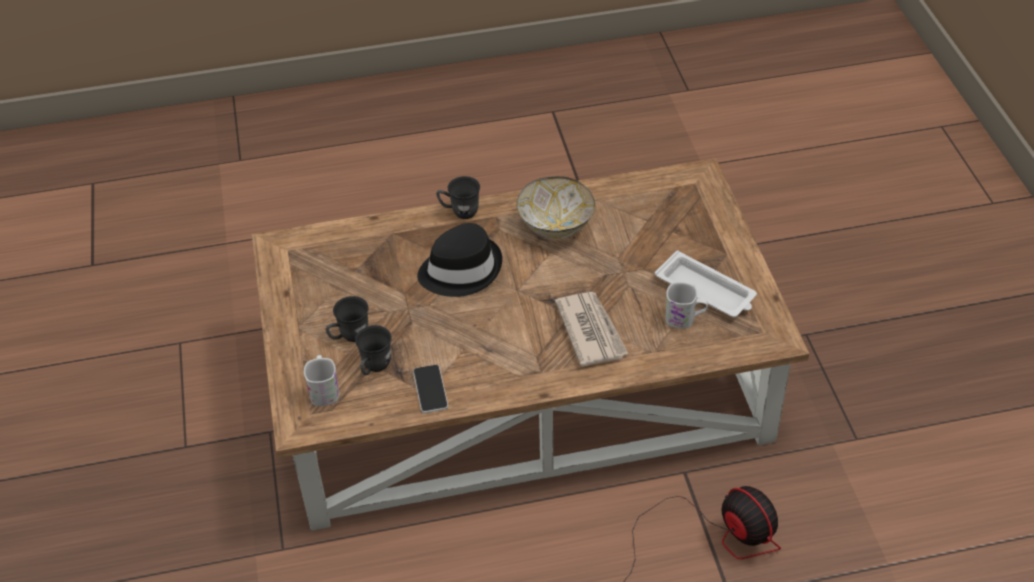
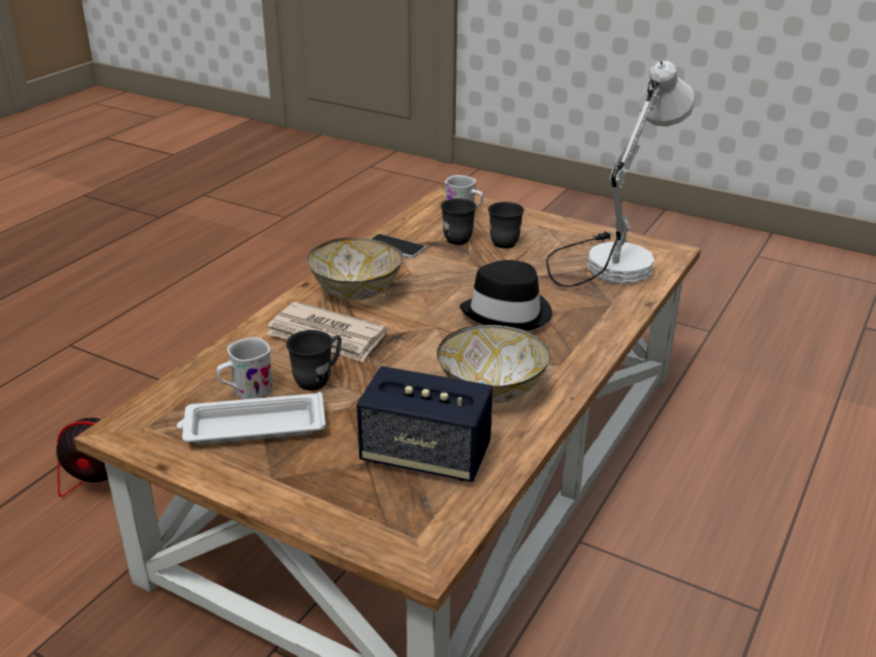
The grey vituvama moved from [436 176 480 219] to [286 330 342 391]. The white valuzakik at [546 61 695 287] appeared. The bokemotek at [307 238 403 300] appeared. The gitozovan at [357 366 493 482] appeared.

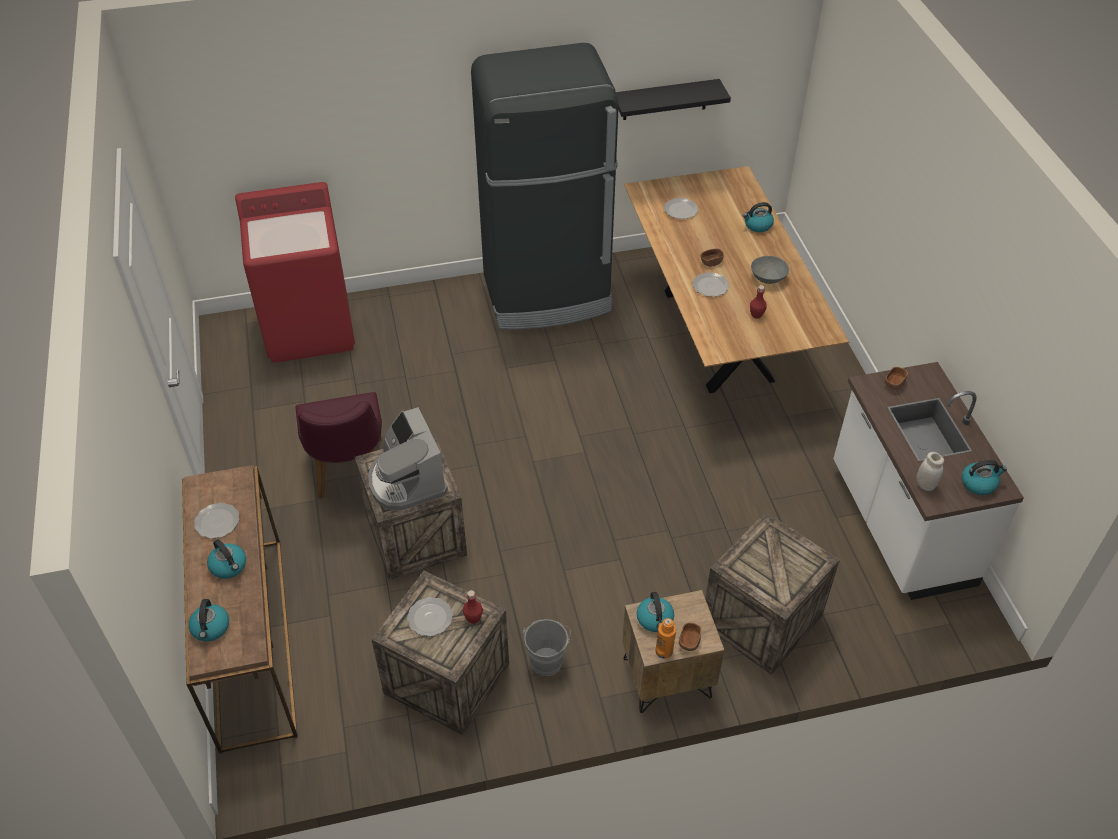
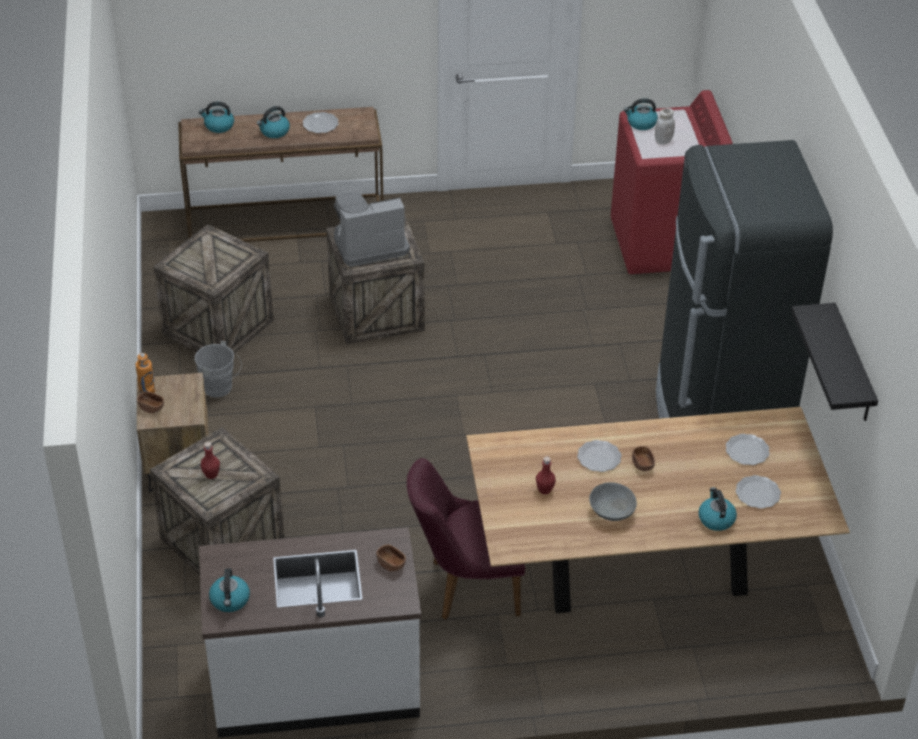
The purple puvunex moved from [295 392 382 499] to [407 458 525 620]. The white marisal moved from [917 452 944 491] to [655 108 675 145]. The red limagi moved from [462 590 483 624] to [200 442 220 479]. The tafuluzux moved from [637 592 674 632] to [624 98 658 130]. The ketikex moved from [407 597 453 636] to [735 475 781 509].

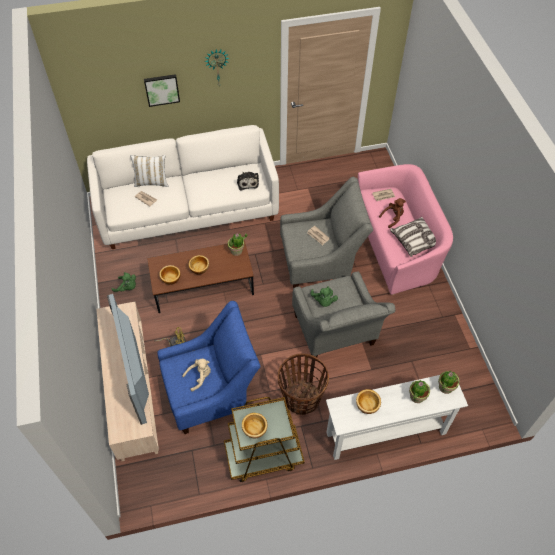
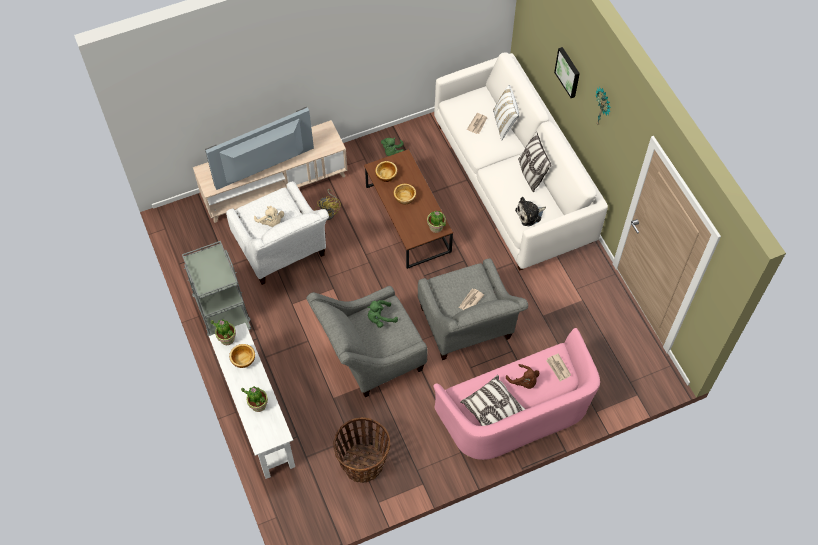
The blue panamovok at [157 301 261 434] became the white panamovok at [226 181 329 285]. The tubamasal moved from [278 353 329 415] to [333 417 390 483]. The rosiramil moved from [438 371 460 394] to [210 319 236 345]. The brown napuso at [224 397 305 482] became the grey napuso at [182 241 251 336]. The bokemotek at [242 413 267 438] disappeared. The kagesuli at [518 131 551 192] appeared.

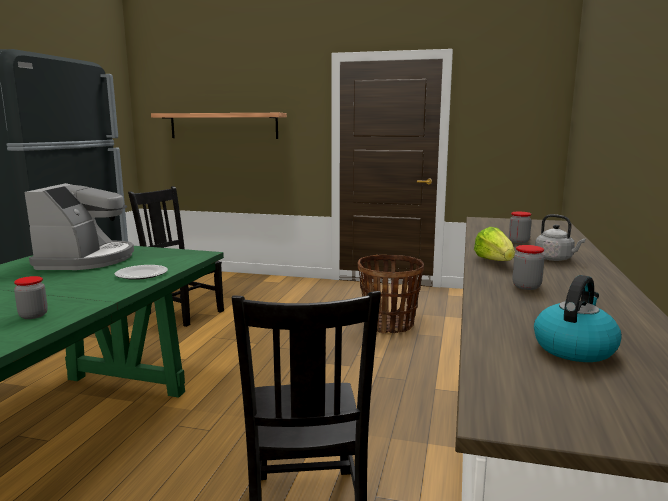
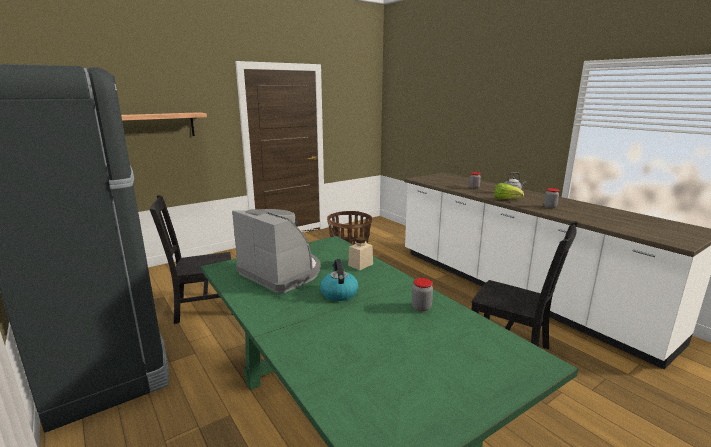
The ketikex at [114 265 168 280] was replaced by the beige marisal at [348 237 373 270]. The tafuluzux moved from [534 275 622 362] to [320 259 358 301].

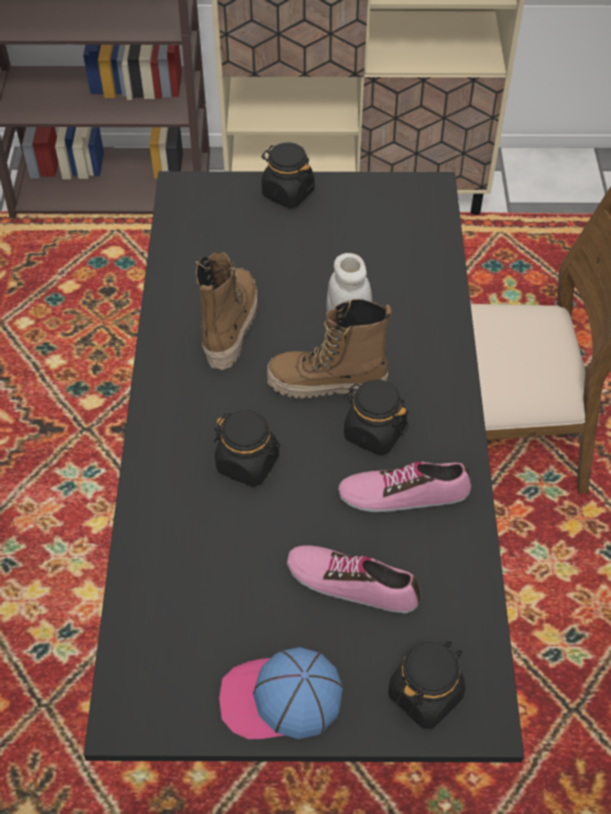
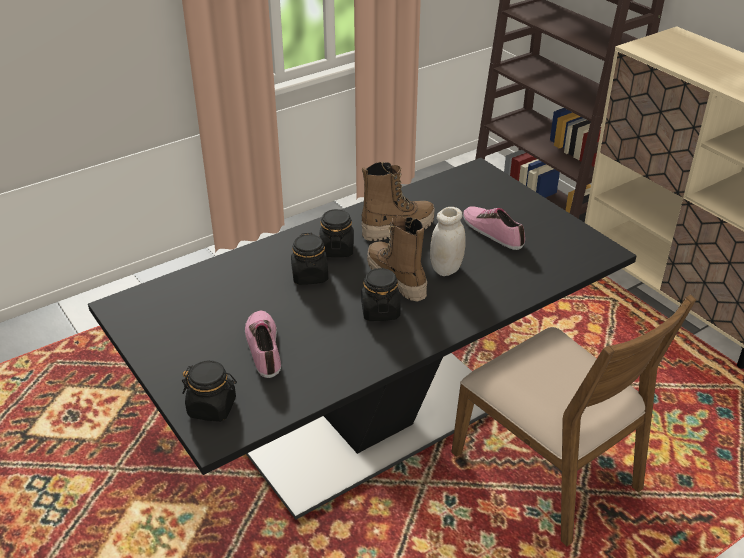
The black marisal moved from [261 142 315 208] to [319 209 354 257]. The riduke moved from [338 461 471 512] to [463 207 525 250]. The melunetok at [219 647 343 739] disappeared.

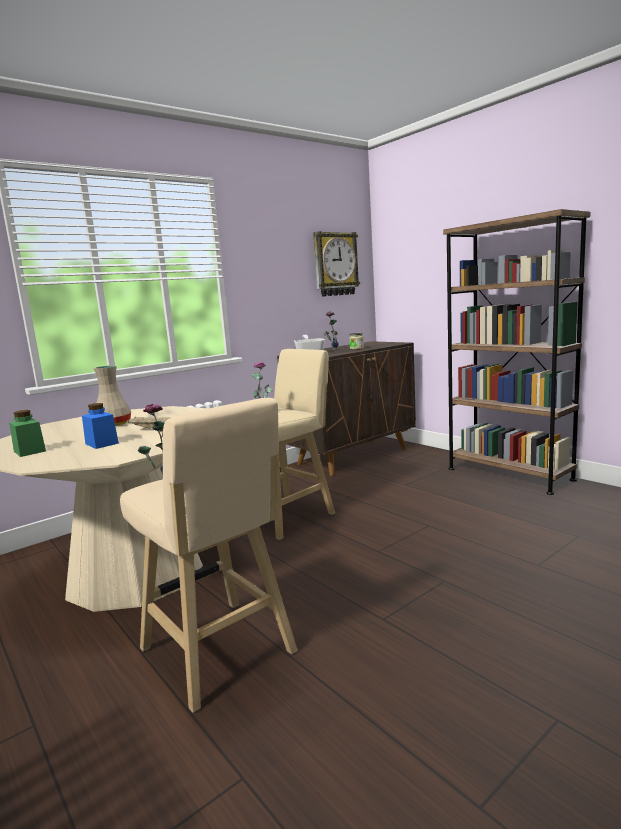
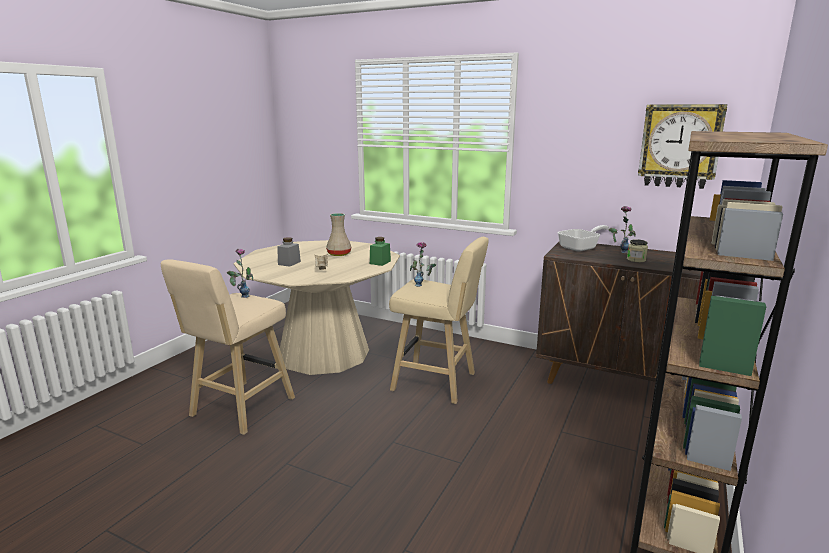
The blue marisal at [82 403 119 449] became the grey marisal at [277 237 301 267]. The green marisal moved from [9 410 46 457] to [370 237 391 266].

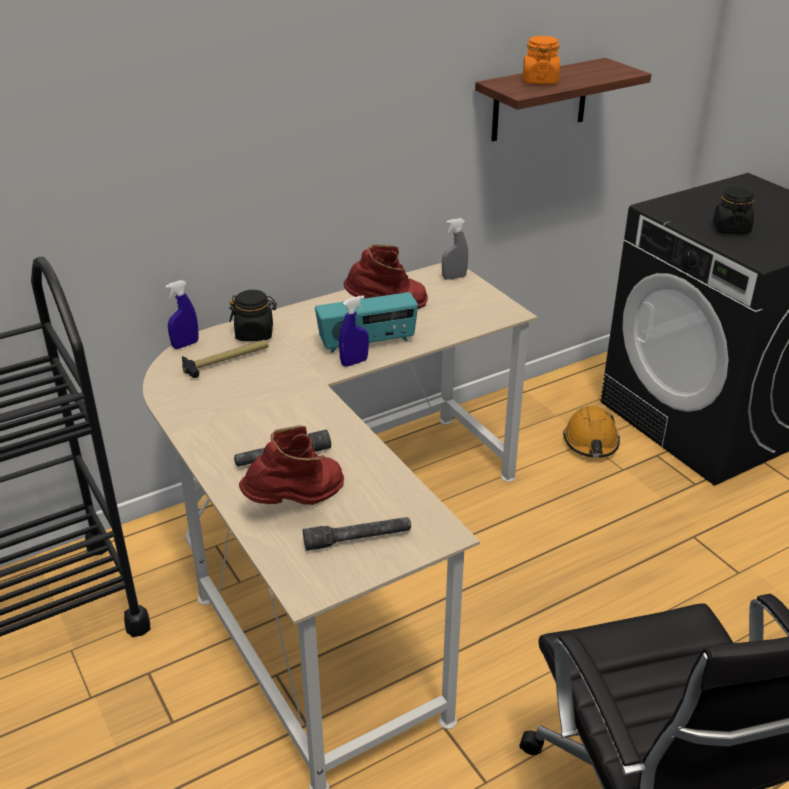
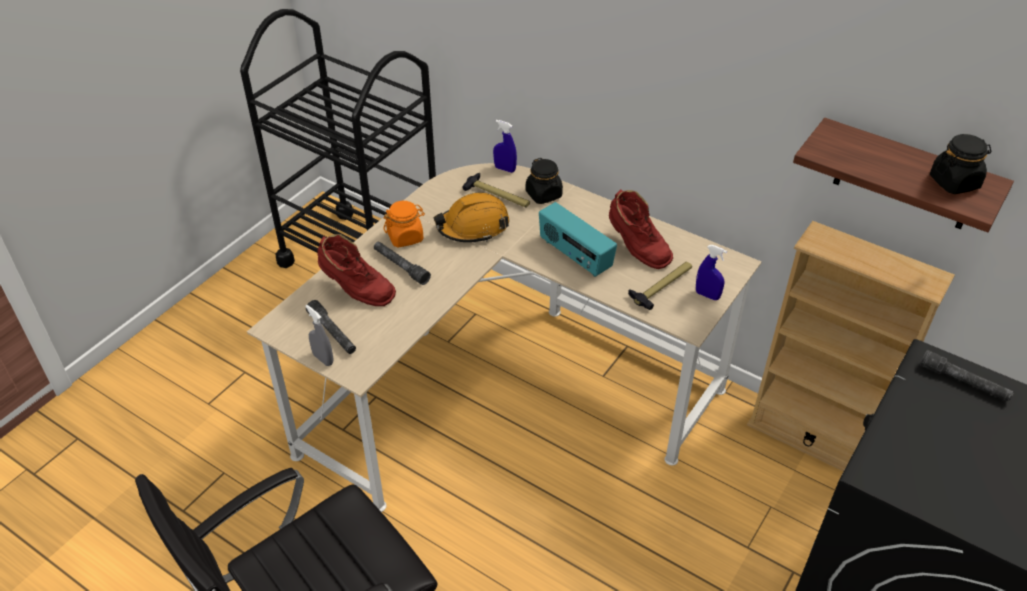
The orange marisal moved from [523 36 560 85] to [384 201 425 248]. The black marisal moved from [713 187 754 234] to [930 134 991 194]. The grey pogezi moved from [442 218 468 280] to [305 305 333 366]. The blue pogezi moved from [339 295 369 367] to [696 245 727 300]. The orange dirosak moved from [563 406 620 458] to [434 193 509 242]. The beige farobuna at [747 221 955 472] appeared. The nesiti at [628 262 692 310] appeared. The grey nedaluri at [920 350 1013 401] appeared.

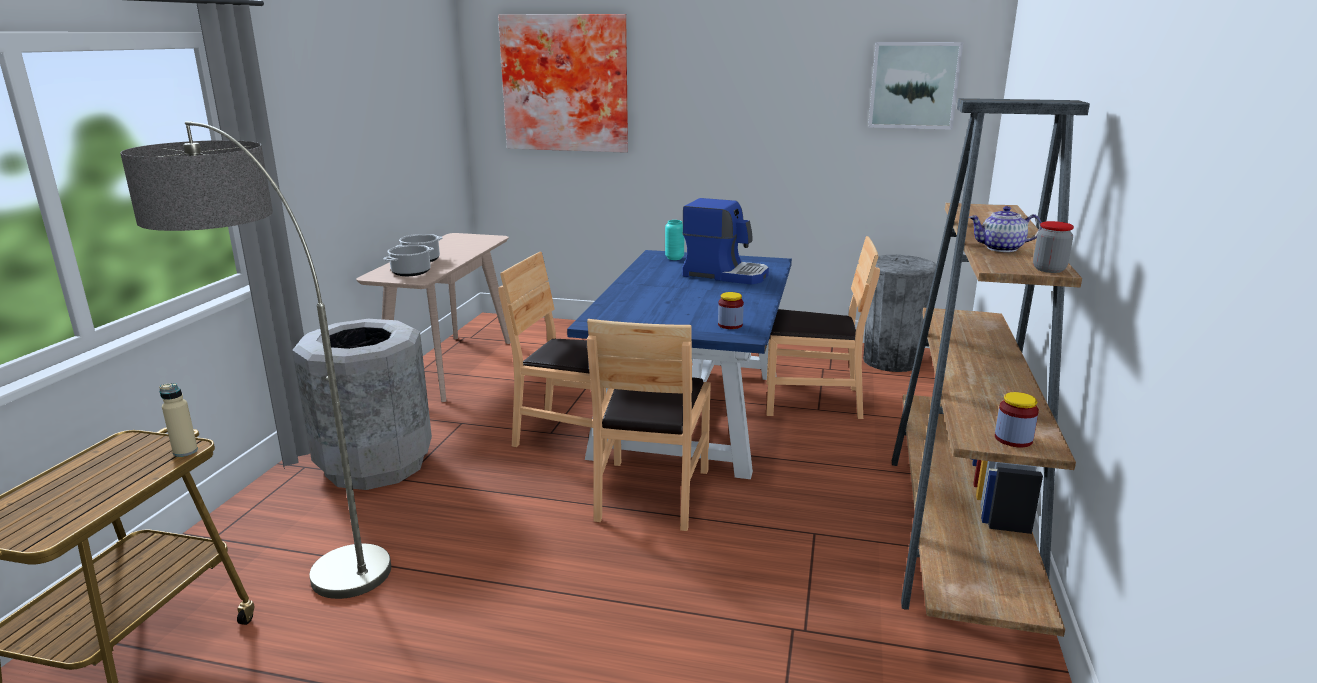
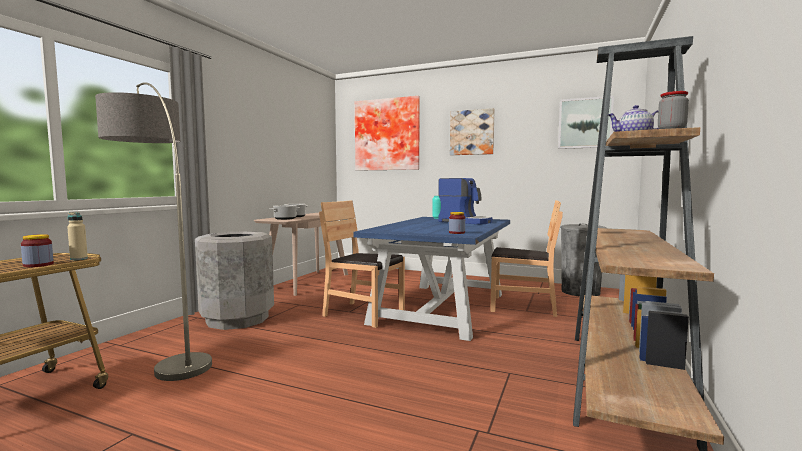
The brown puvunex at [587 319 711 531] disappeared. The marisal moved from [995 392 1039 447] to [21 234 54 267]. The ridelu at [450 108 495 155] appeared.

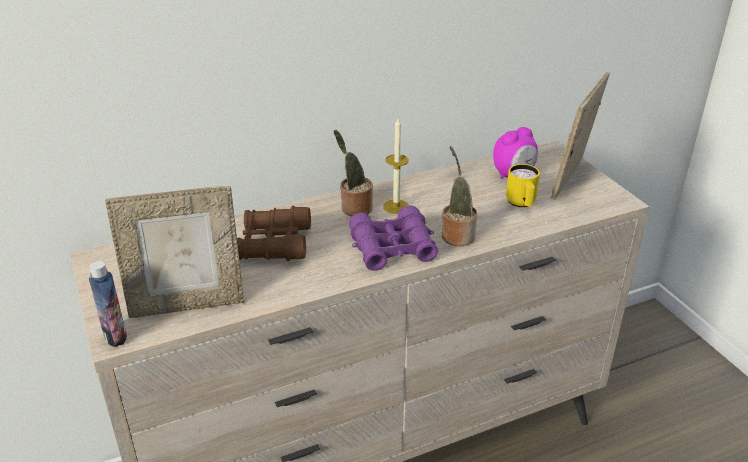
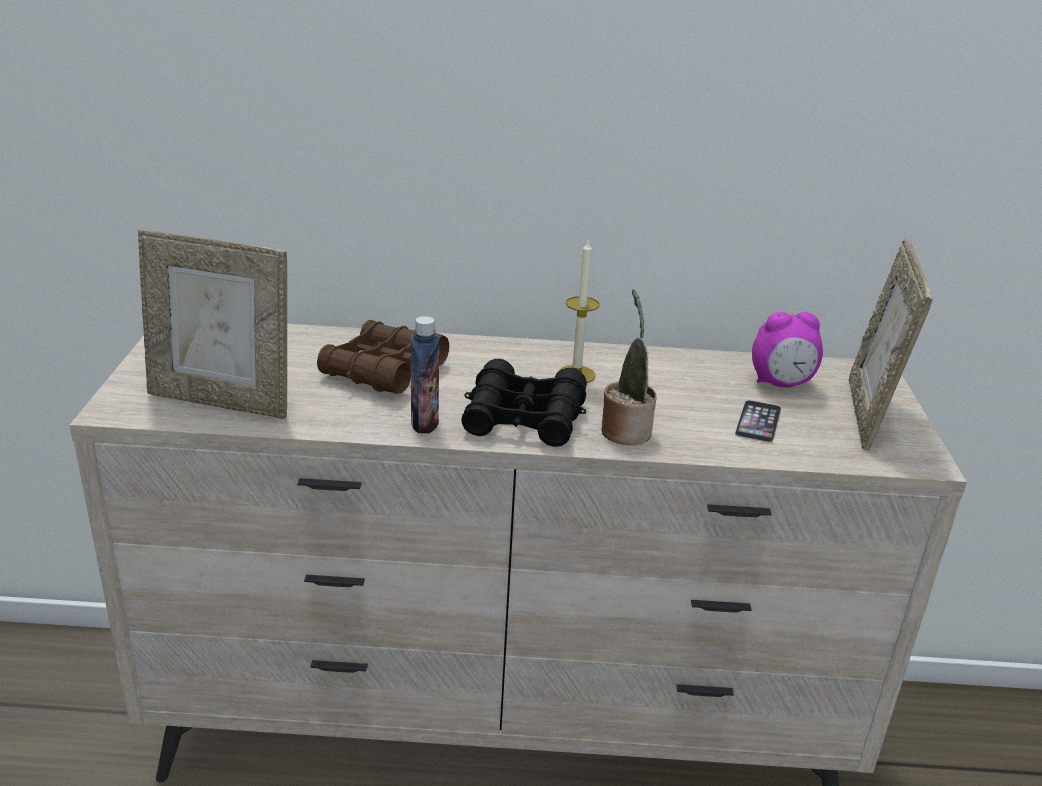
The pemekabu at [551 72 610 200] turned 45 degrees counterclockwise. The rosiramil at [333 130 373 217] disappeared. The yellow vituvama at [506 164 540 208] was replaced by the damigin at [735 400 781 443]. The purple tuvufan at [349 205 438 271] became the black tuvufan at [461 359 587 447]. The limagi moved from [89 261 127 347] to [411 316 439 433].

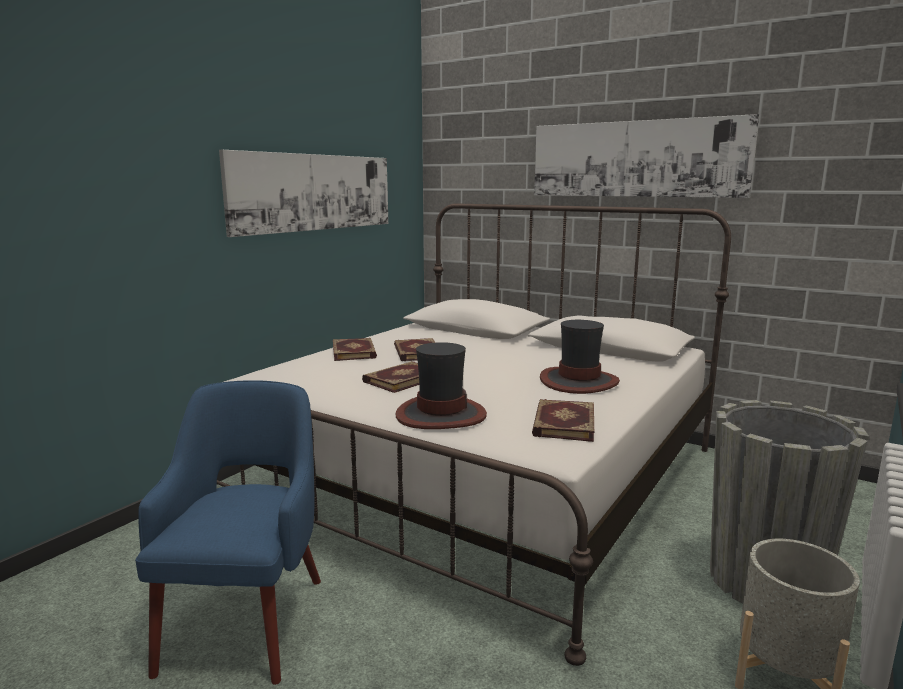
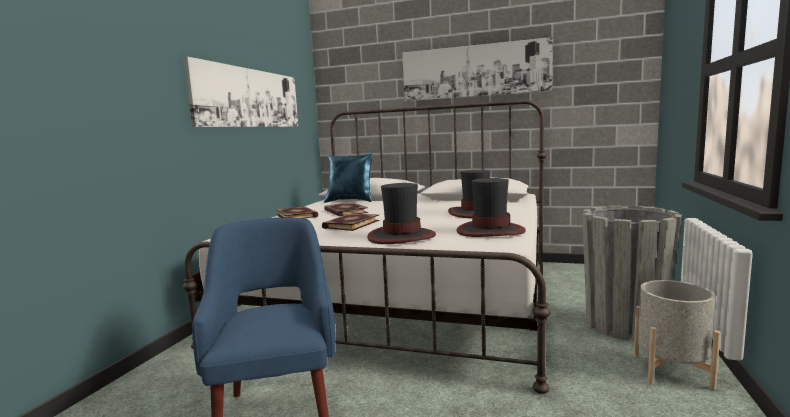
The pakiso at [532 399 594 442] was replaced by the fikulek at [456 178 526 237]. The blue kagesuli at [324 153 373 203] appeared.

